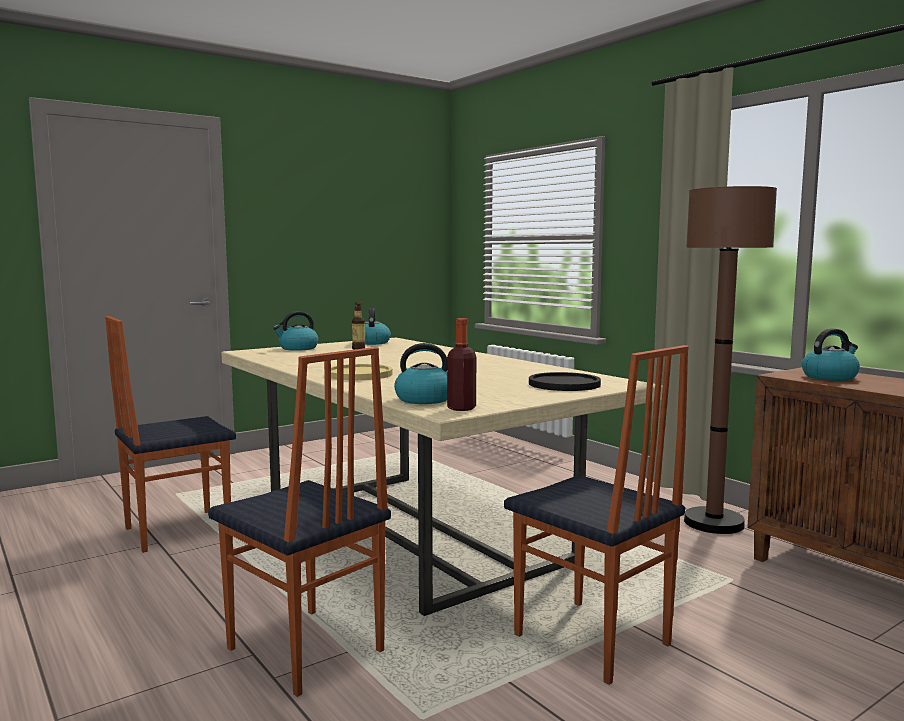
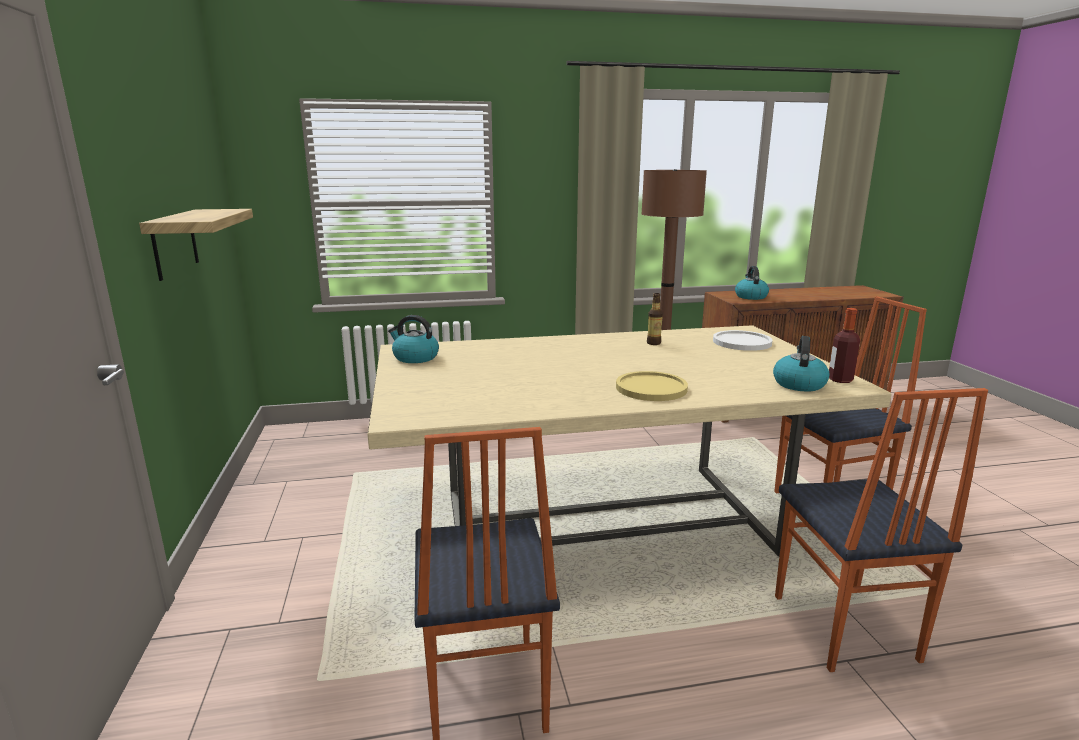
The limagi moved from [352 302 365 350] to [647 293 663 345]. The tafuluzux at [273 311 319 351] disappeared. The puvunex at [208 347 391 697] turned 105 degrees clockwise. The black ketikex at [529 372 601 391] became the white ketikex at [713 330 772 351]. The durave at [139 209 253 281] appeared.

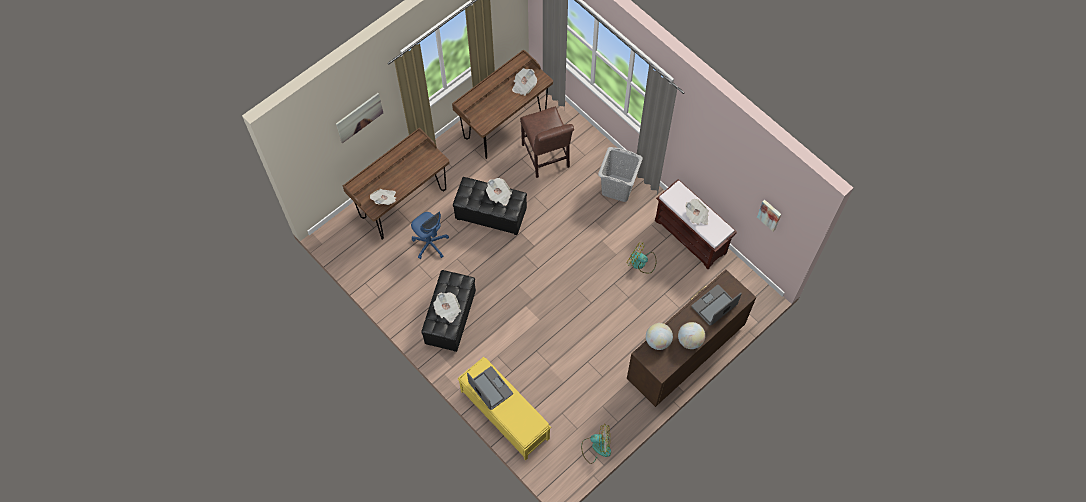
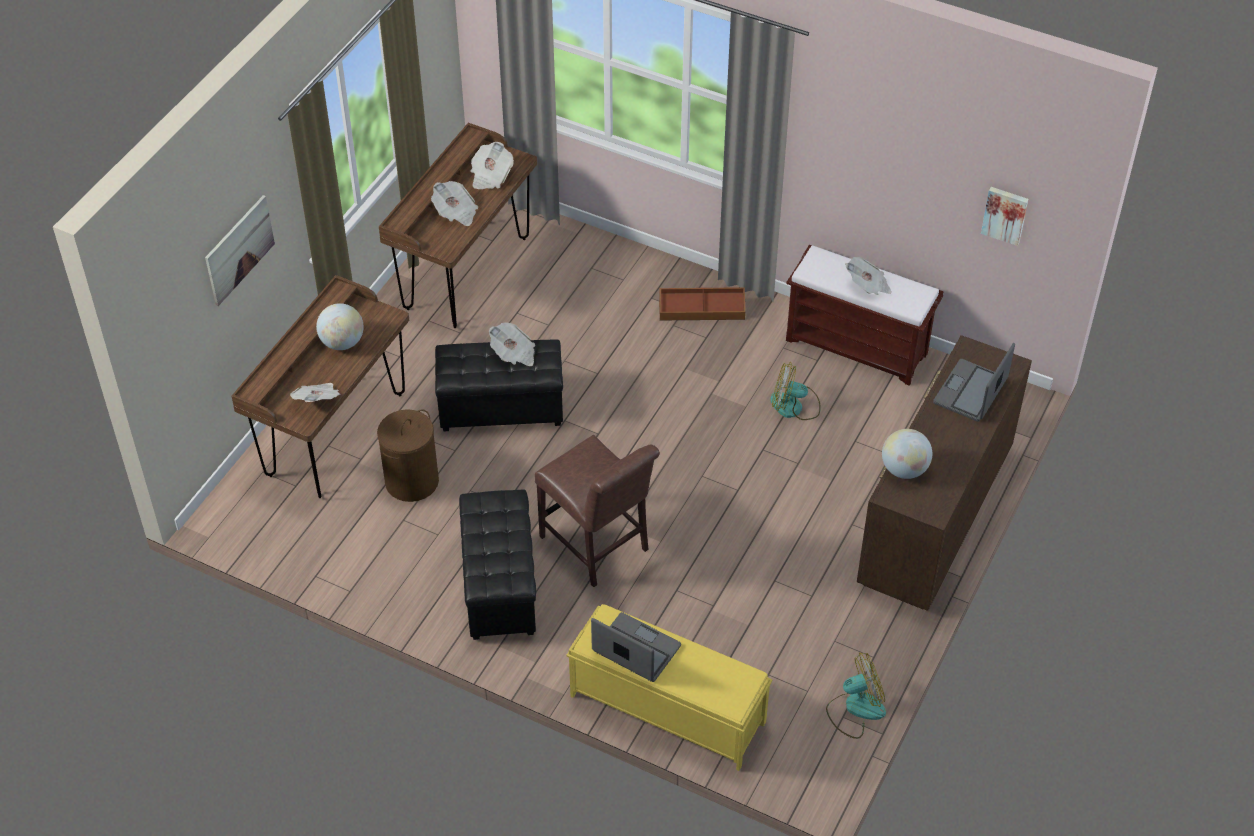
The brown puvunex moved from [520 106 574 178] to [535 435 660 587]. The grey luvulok at [598 147 643 202] was replaced by the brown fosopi at [659 287 745 320]. The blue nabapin at [411 212 449 259] was replaced by the brown luvulok at [377 409 439 502]. The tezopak moved from [433 292 461 323] to [431 181 478 226]. The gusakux moved from [678 322 705 349] to [316 303 364 350].

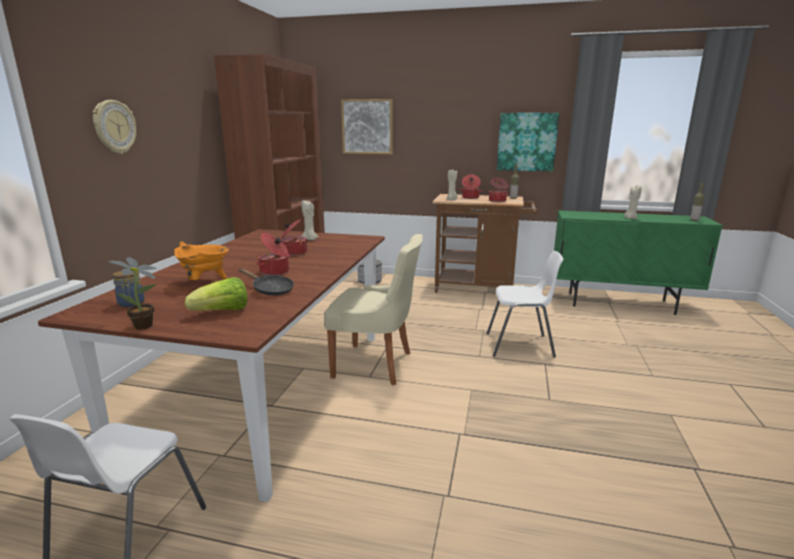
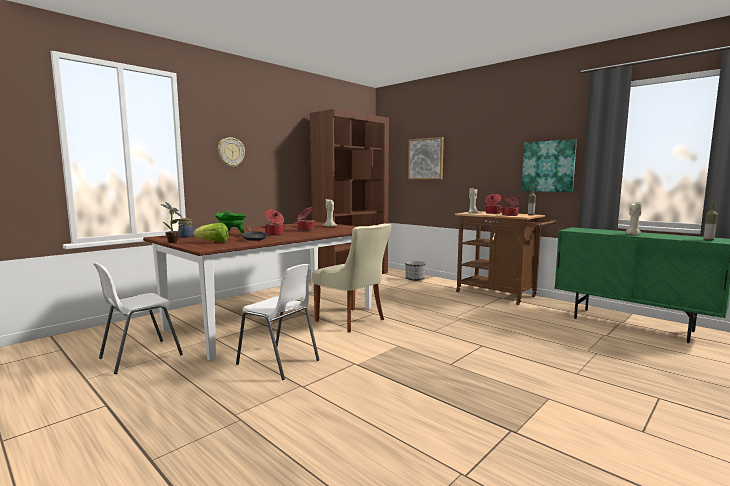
The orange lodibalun at [174 241 229 280] became the green lodibalun at [215 210 247 233]. The white puvunex moved from [487 251 563 357] to [236 264 319 380].

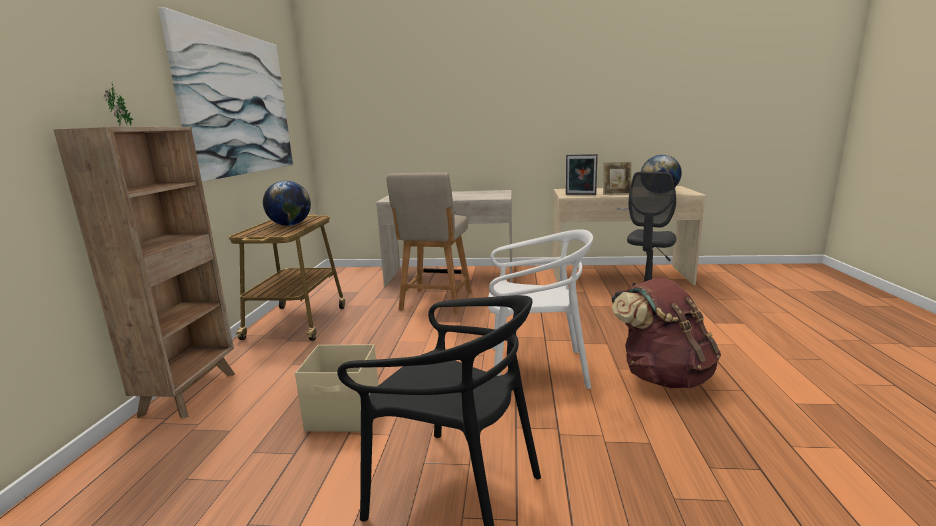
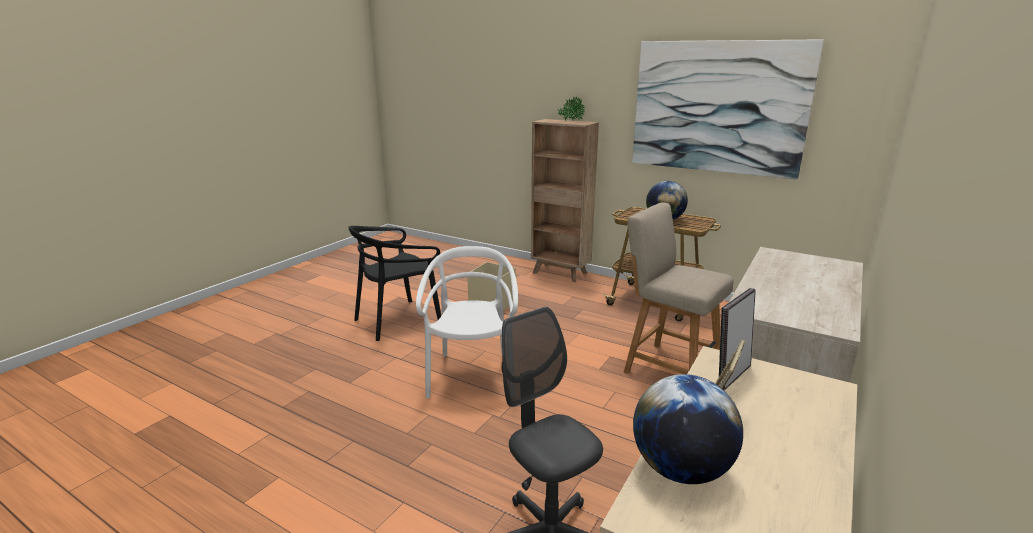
The white puvunex at [488 229 593 389] turned 150 degrees clockwise. The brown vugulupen at [612 277 721 388] disappeared.

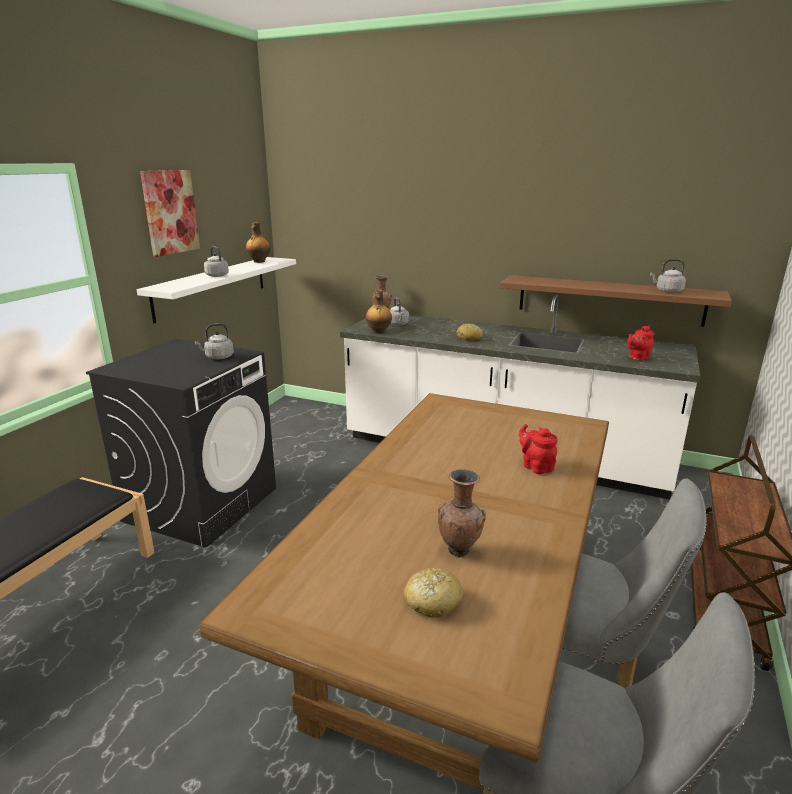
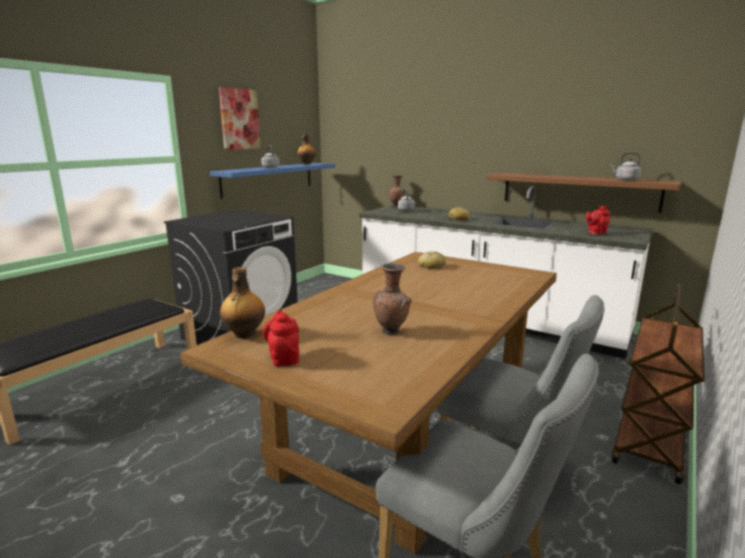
The white durave at [137 257 296 323] became the blue durave at [210 163 335 199]. The limagi moved from [366 290 392 334] to [220 267 265 339]. The grey tafuluzux at [195 323 234 359] disappeared. The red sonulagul moved from [519 424 558 474] to [263 309 300 366]. The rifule moved from [404 568 463 618] to [418 251 446 269].

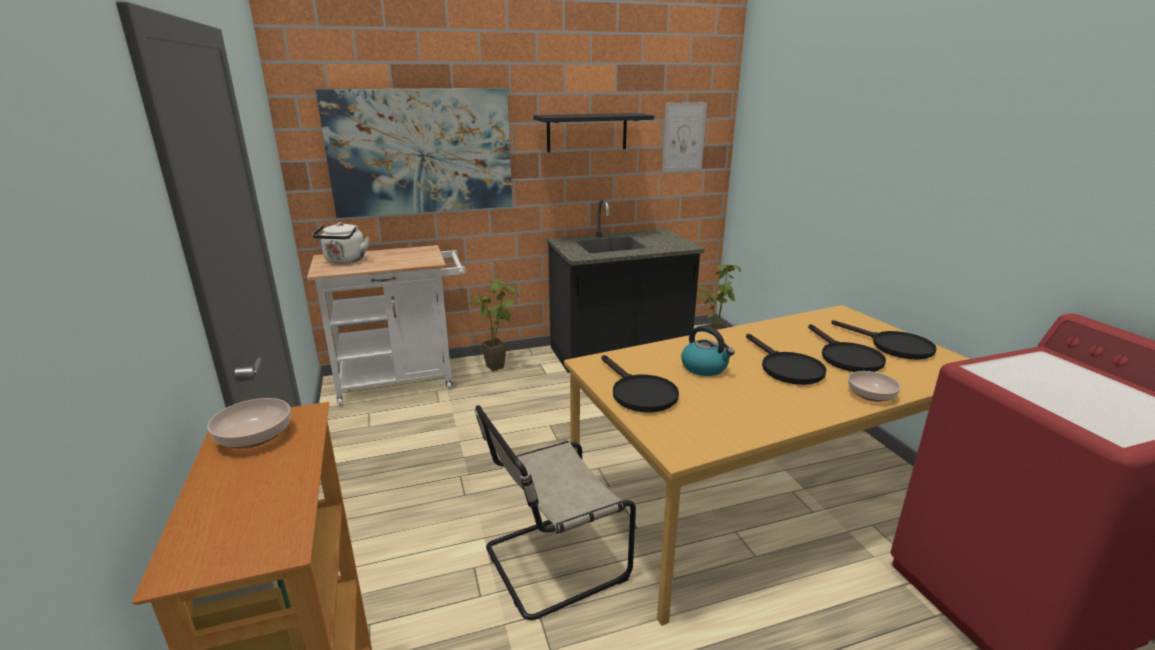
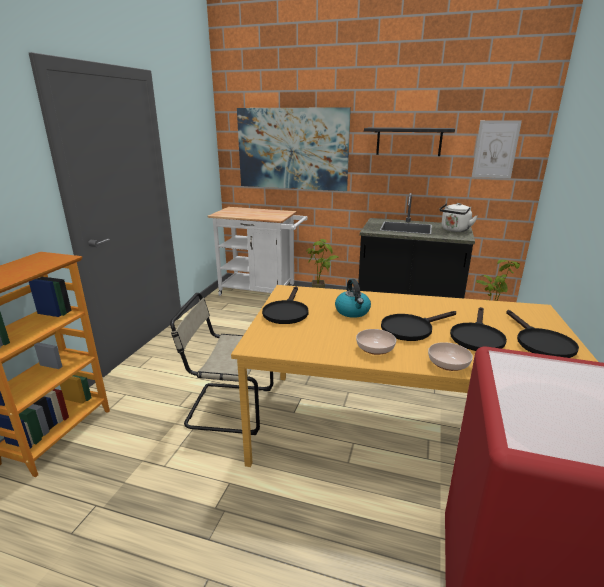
The white tafuluzux moved from [312 222 370 264] to [439 203 477 232]. The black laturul at [746 333 827 385] turned 45 degrees clockwise. The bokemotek moved from [207 398 291 448] to [356 329 396 355].

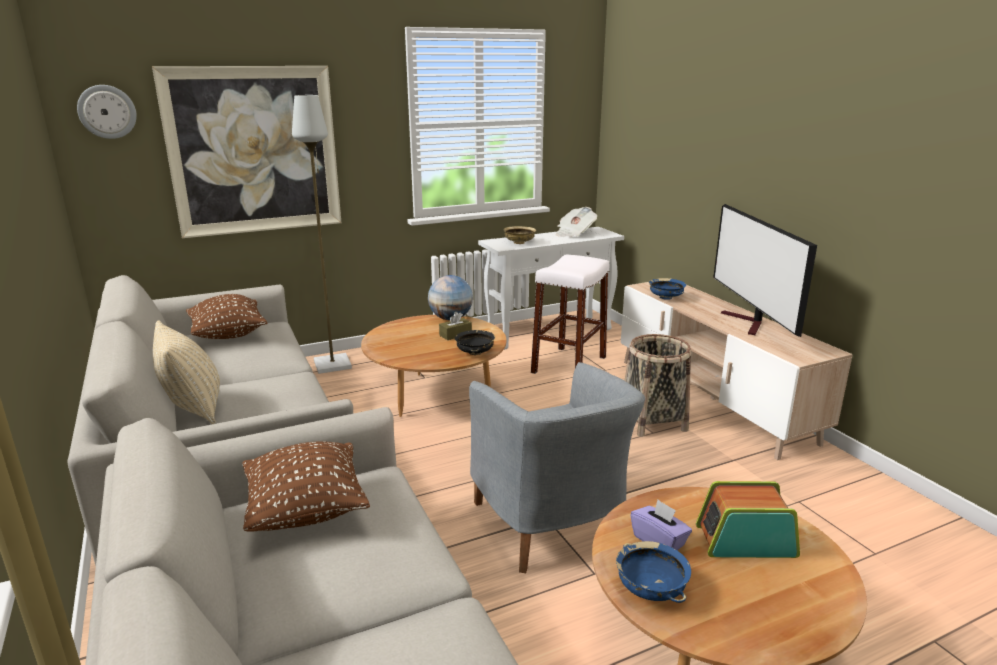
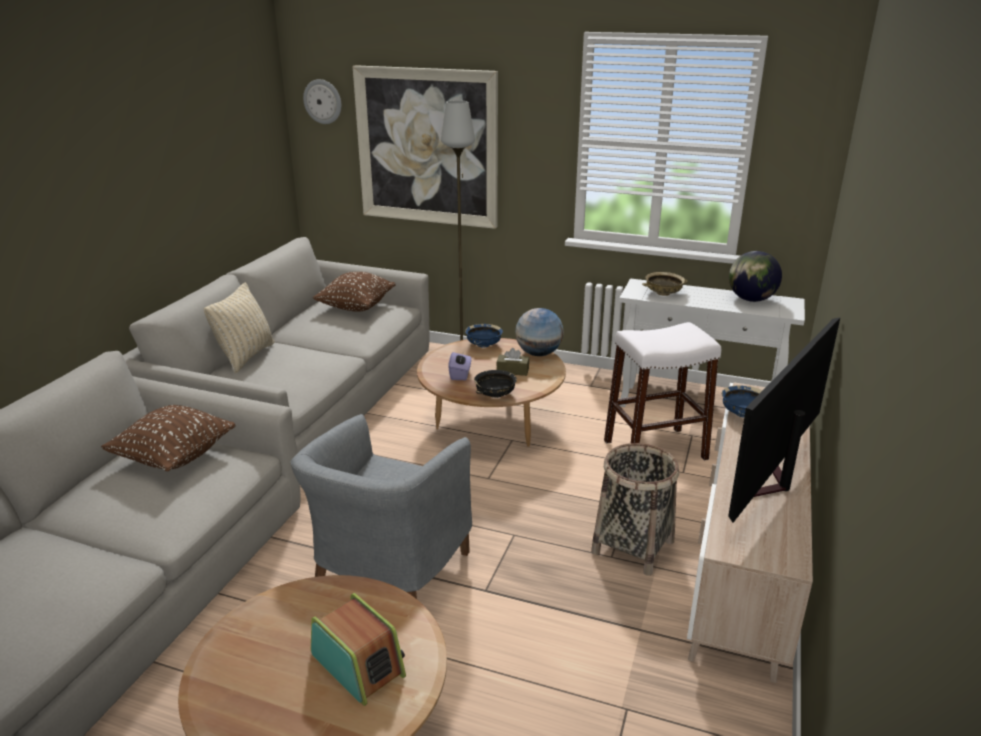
The tezopak at [556 207 597 237] was replaced by the gusakux at [729 251 782 302]. The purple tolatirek moved from [631 500 692 550] to [448 351 471 380]. The blue bokemotek moved from [616 541 691 603] to [465 324 503 347].

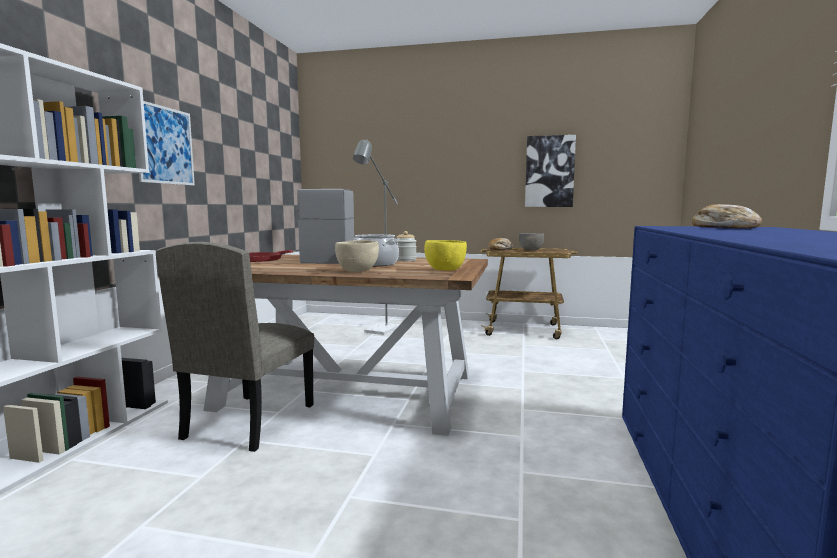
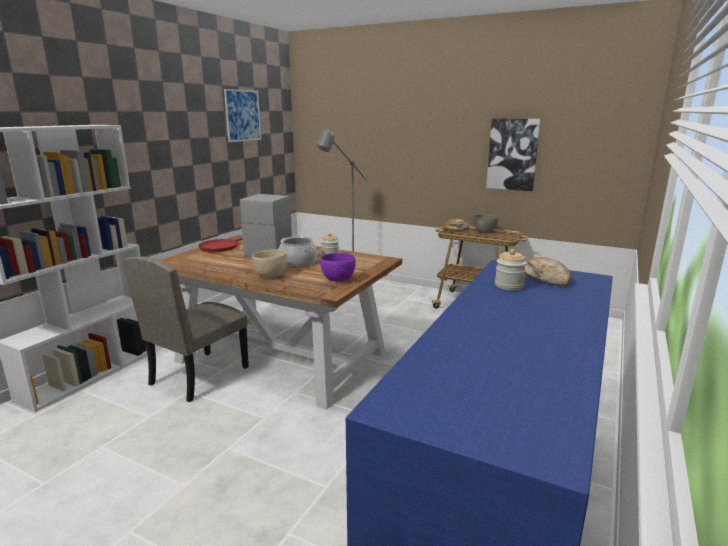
The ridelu moved from [139 101 195 186] to [224 89 261 142]. The yellow bokemotek at [424 240 467 271] became the purple bokemotek at [320 253 356 282]. The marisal at [495 249 527 290] appeared.

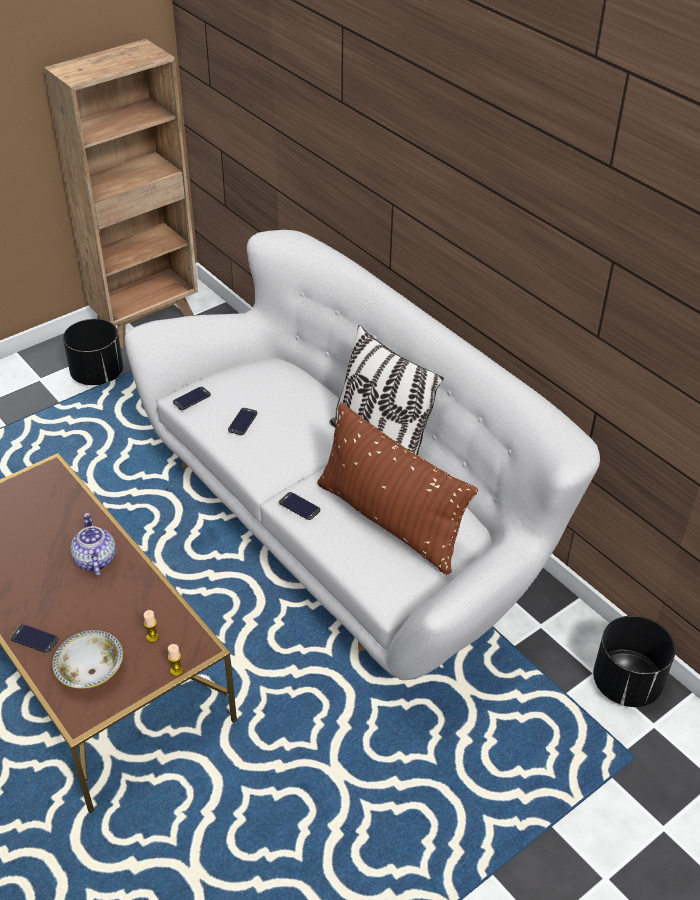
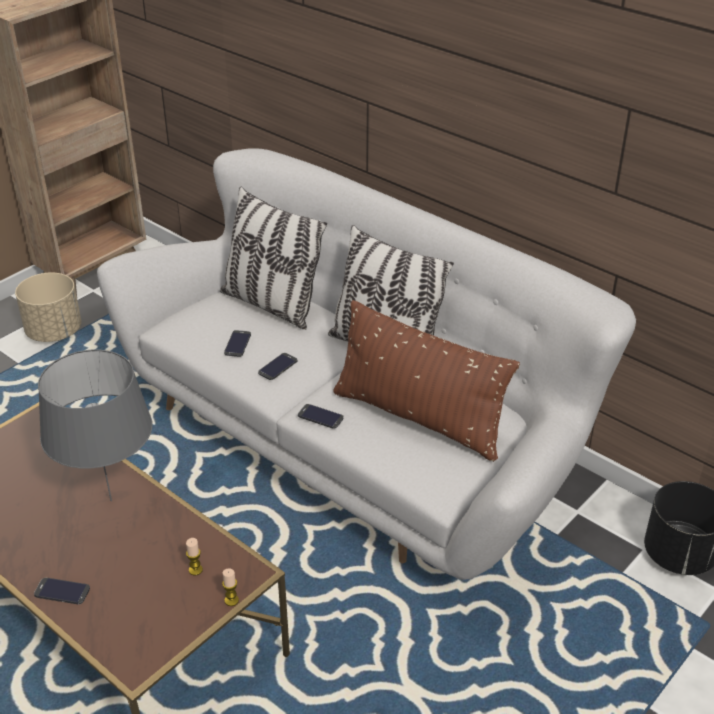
The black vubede at [63 319 123 385] became the beige vubede at [15 273 82 342]. The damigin moved from [173 386 211 410] to [258 353 297 380]. The sonulagul at [70 513 116 577] was replaced by the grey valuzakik at [38 350 153 501]. The bokemotek at [52 630 123 689] disappeared. The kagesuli at [220 187 327 330] appeared.

